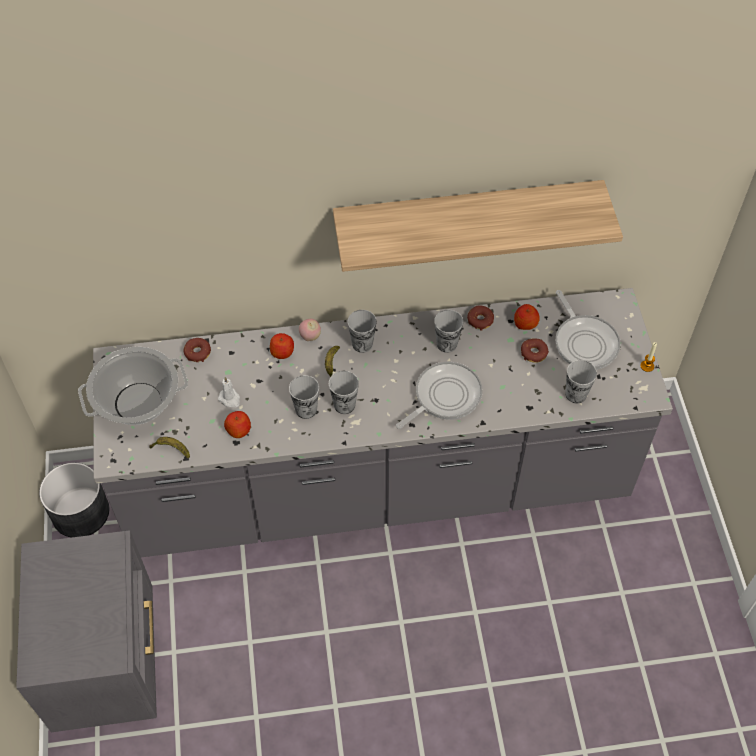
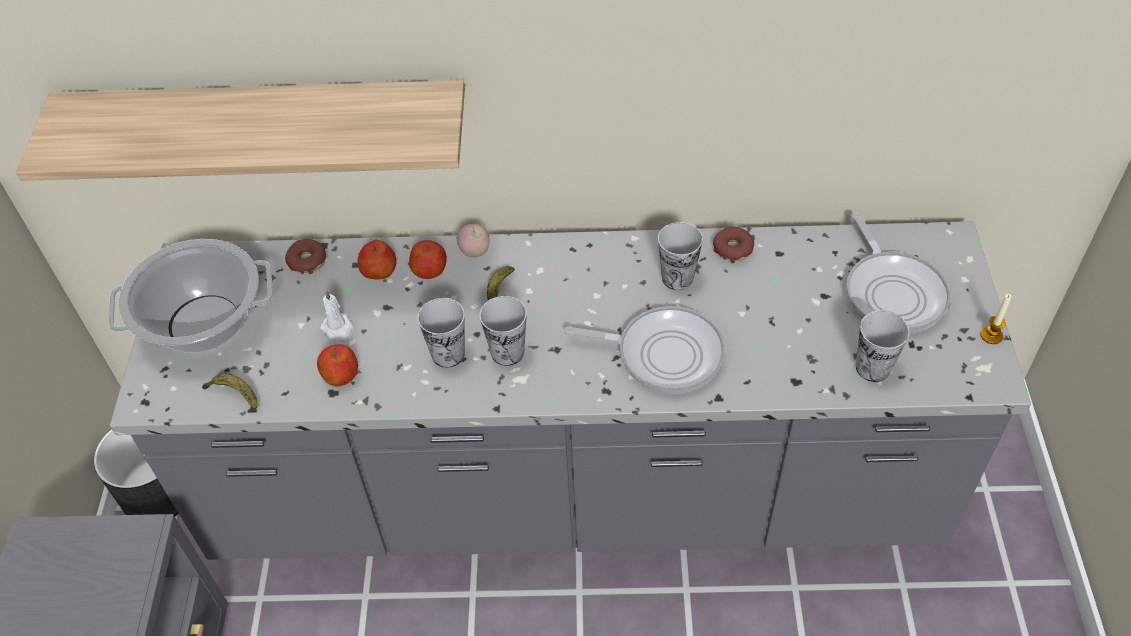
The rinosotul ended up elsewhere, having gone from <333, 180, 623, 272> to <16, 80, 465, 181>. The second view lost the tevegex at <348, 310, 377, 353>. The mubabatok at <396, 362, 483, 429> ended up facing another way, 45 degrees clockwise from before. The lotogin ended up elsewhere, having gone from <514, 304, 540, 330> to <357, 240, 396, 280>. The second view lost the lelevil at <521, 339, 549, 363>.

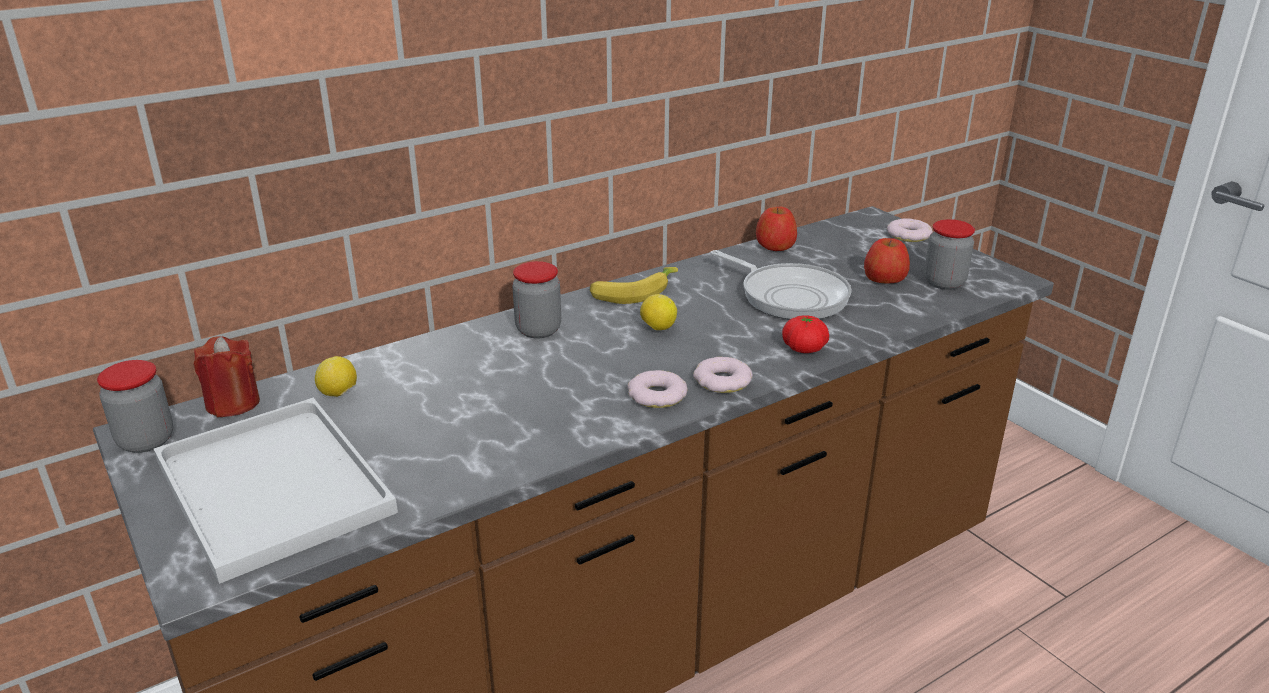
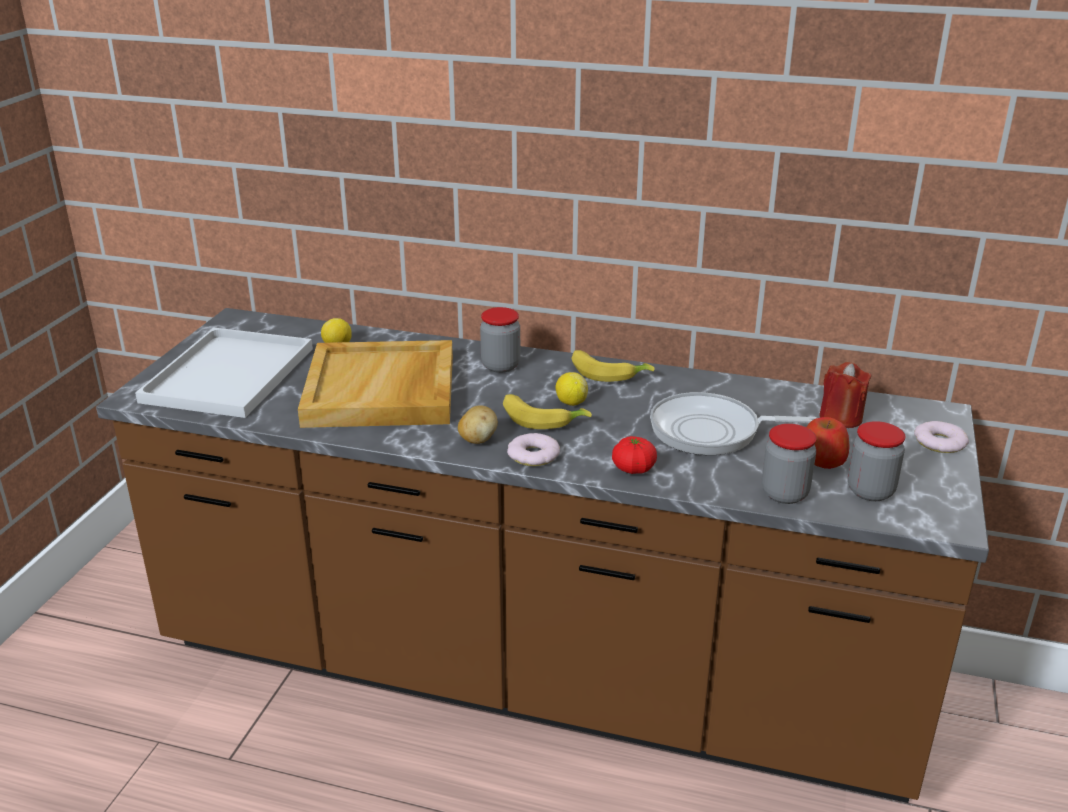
The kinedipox ended up elsewhere, having gone from <97, 360, 173, 453> to <762, 424, 817, 504>. The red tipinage ended up elsewhere, having gone from <194, 336, 260, 417> to <819, 362, 872, 428>. Where the lelevil stood at <627, 370, 688, 408>, the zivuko came to stand at <458, 405, 498, 444>. The mubabatok at <710, 250, 852, 319> ended up facing another way, 90 degrees clockwise from before. The second view lost the lotogin at <756, 207, 797, 251>. The second view gained the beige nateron at <298, 340, 453, 428>. The second view gained the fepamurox at <503, 394, 592, 429>.

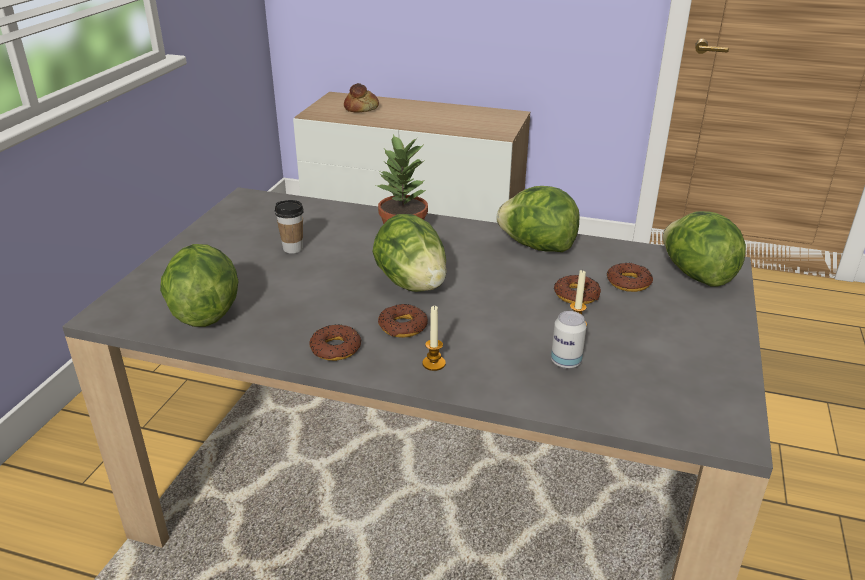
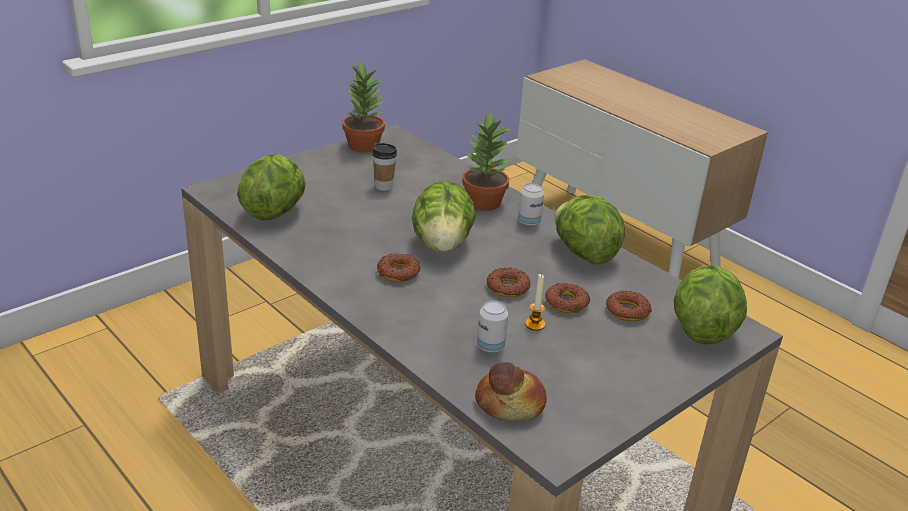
The lelevil ended up elsewhere, having gone from <309, 324, 361, 361> to <487, 267, 530, 297>. The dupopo ended up elsewhere, having gone from <344, 83, 379, 113> to <475, 362, 547, 422>. The second view lost the tipinage at <422, 306, 446, 371>. The second view gained the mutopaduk at <342, 61, 385, 153>. The second view gained the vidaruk at <518, 183, 544, 227>.

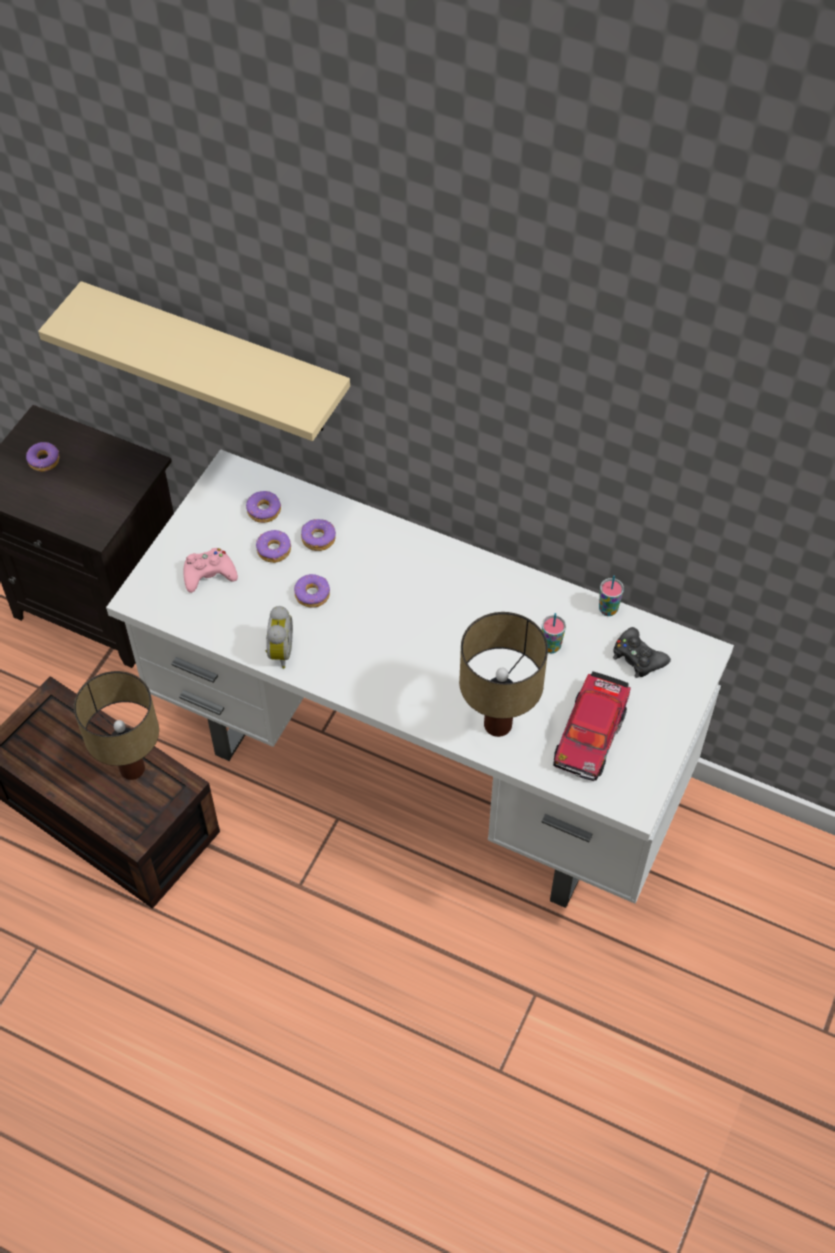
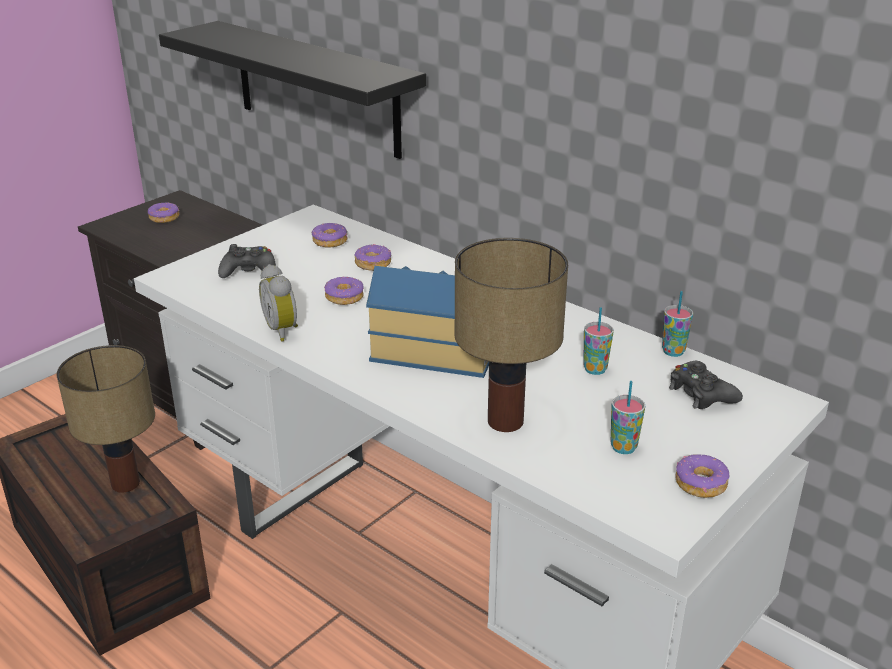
What was the beige rinosotul at <38, 281, 350, 441> turned into the black rinosotul at <159, 21, 426, 159>. What was the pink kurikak at <184, 548, 238, 593> turned into the black kurikak at <218, 244, 276, 278>. The lelevil ended up elsewhere, having gone from <256, 530, 291, 563> to <675, 454, 730, 498>. The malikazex at <266, 606, 293, 669> ended up facing another way, 135 degrees clockwise from before. Where the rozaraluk stood at <553, 672, 631, 781>, the tevegex came to stand at <611, 381, 645, 454>. The second view gained the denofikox at <366, 266, 489, 378>.

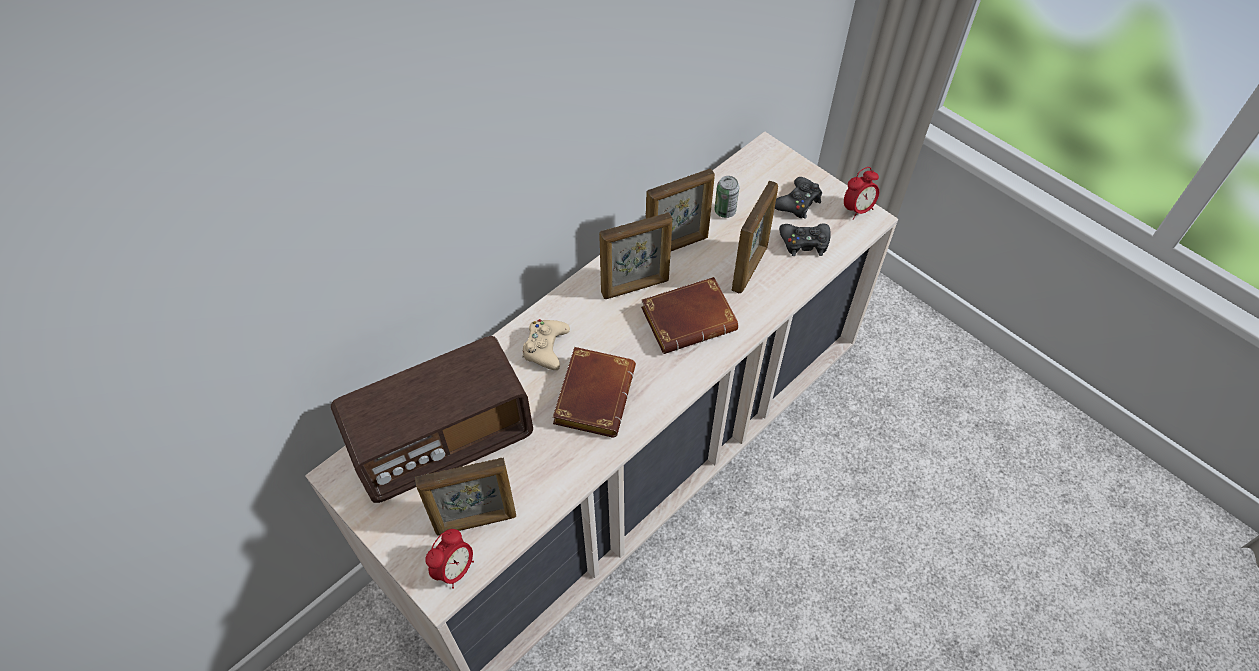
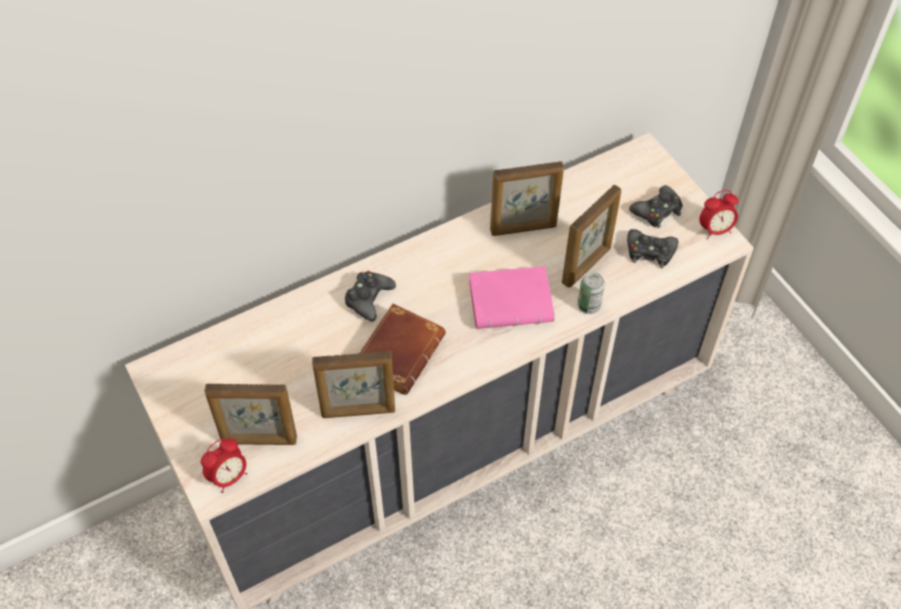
The second view lost the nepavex at <331, 336, 533, 503>. What was the beige kurikak at <522, 319, 570, 370> turned into the black kurikak at <345, 271, 396, 322>. The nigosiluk ended up elsewhere, having gone from <599, 213, 672, 299> to <312, 351, 395, 418>. What was the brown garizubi at <641, 277, 738, 354> turned into the pink garizubi at <469, 266, 554, 329>. The vidaruk ended up elsewhere, having gone from <714, 176, 739, 218> to <578, 272, 605, 314>.

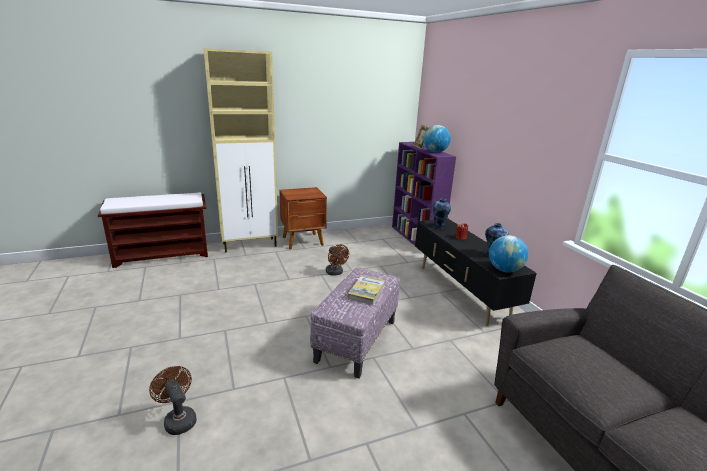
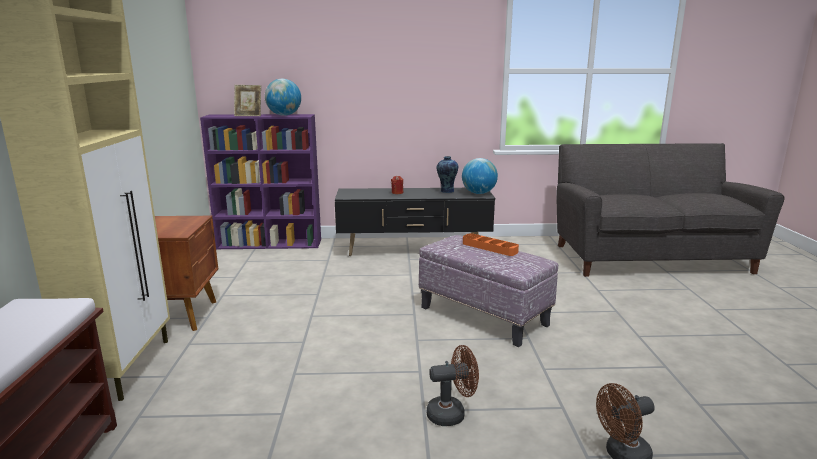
The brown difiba ended up elsewhere, having gone from <326, 244, 349, 276> to <427, 345, 479, 426>. Where the garizubi stood at <348, 275, 385, 304>, the orange nateron came to stand at <463, 233, 519, 256>. The second view lost the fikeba at <433, 198, 451, 229>.

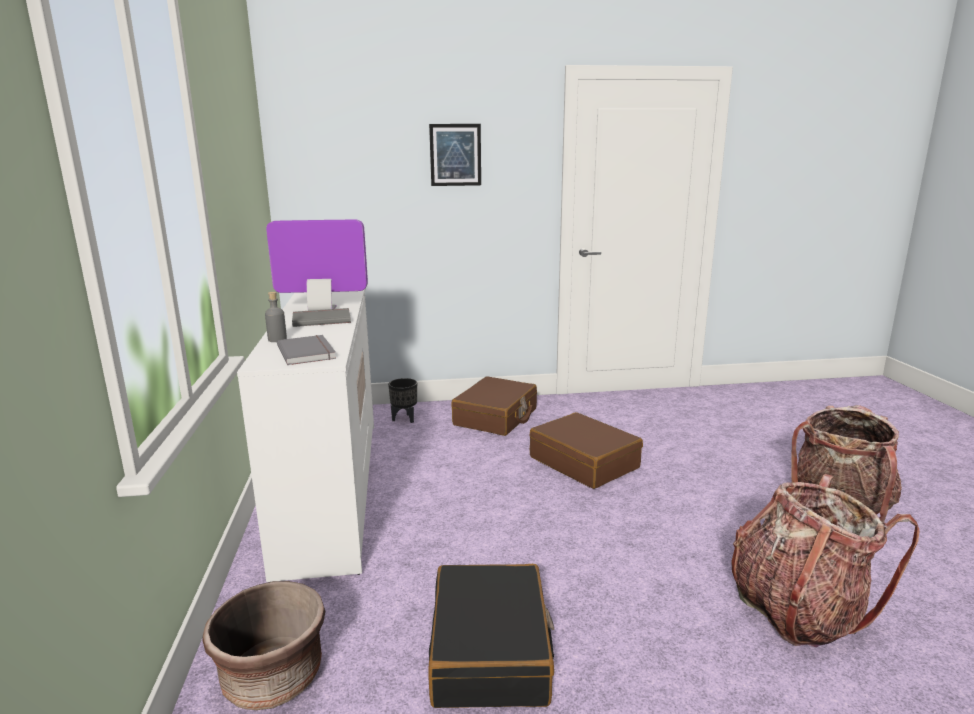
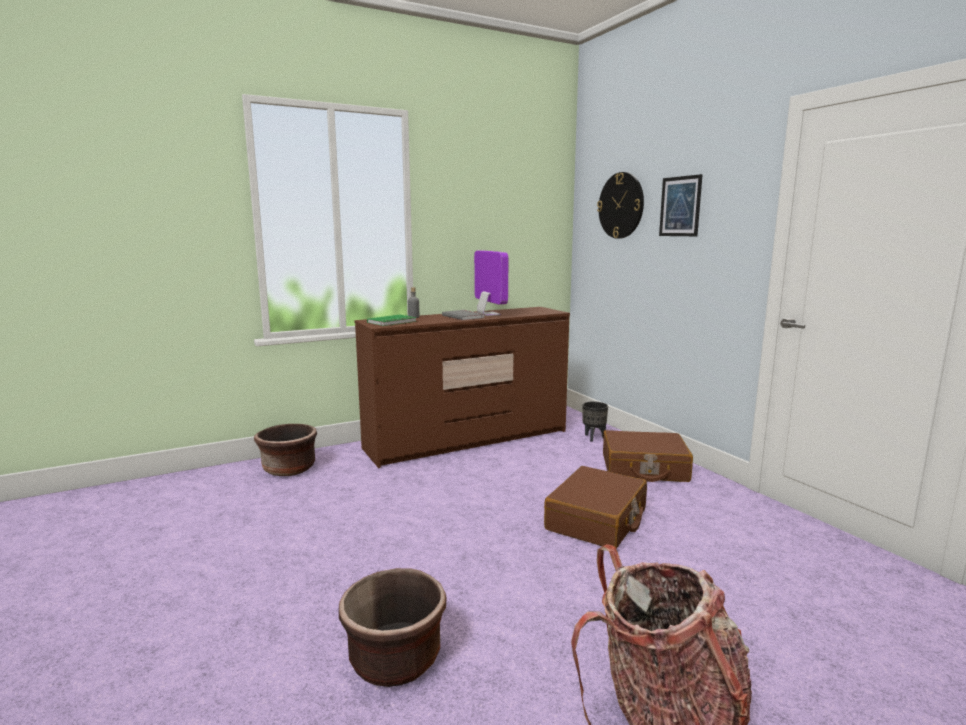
What was the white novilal at <237, 289, 374, 582> turned into the brown novilal at <354, 307, 570, 468>. What was the grey garizubi at <277, 335, 336, 365> turned into the green garizubi at <367, 315, 417, 326>. The second view lost the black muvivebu at <428, 564, 554, 708>. Where the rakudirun stood at <731, 474, 920, 648>, the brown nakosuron came to stand at <339, 568, 446, 687>. The second view gained the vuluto at <597, 172, 644, 239>.

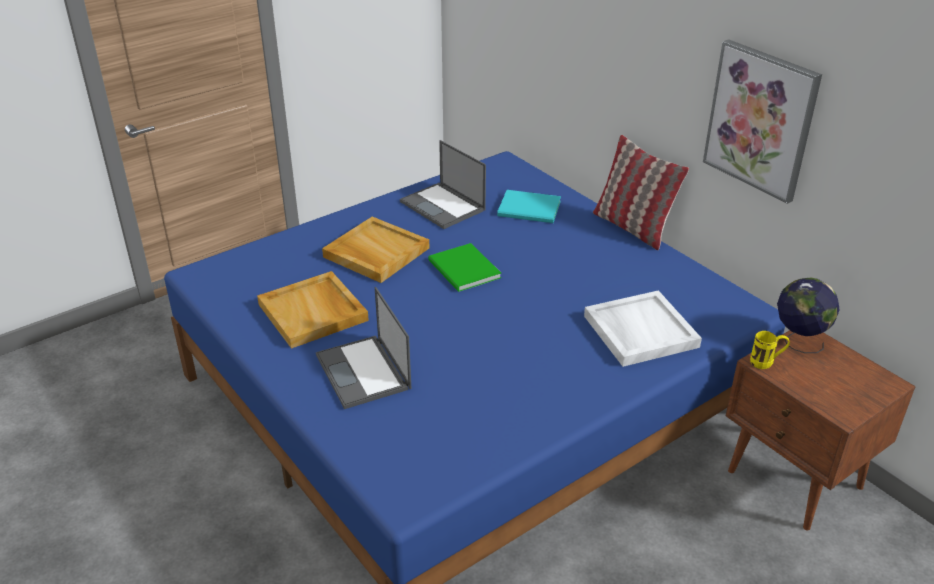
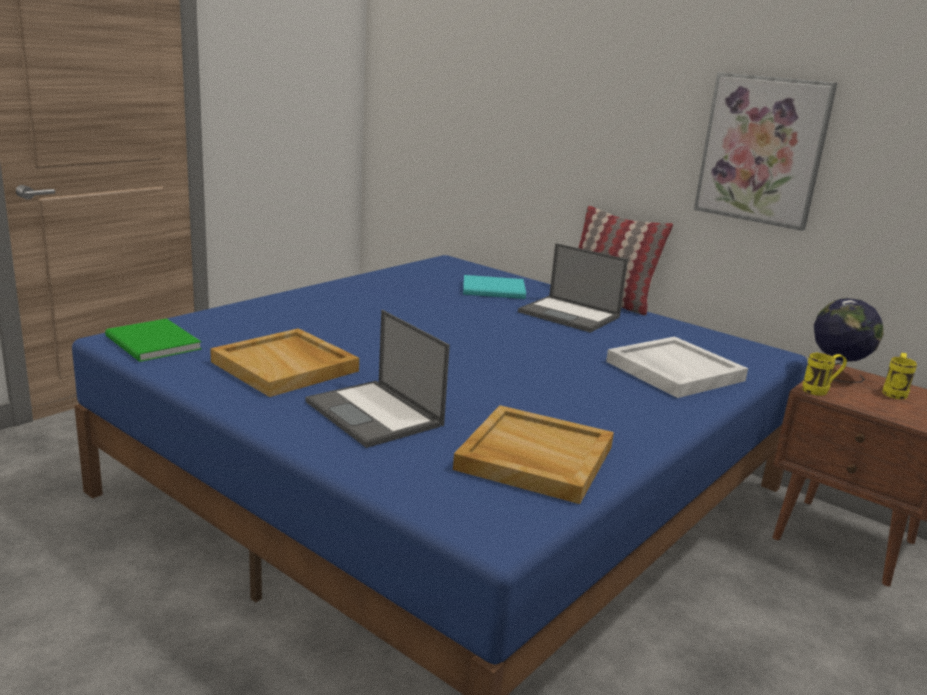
The beige nateron ended up elsewhere, having gone from <322, 217, 429, 283> to <453, 405, 614, 504>. The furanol ended up elsewhere, having gone from <400, 140, 486, 229> to <518, 243, 628, 333>. The green garizubi ended up elsewhere, having gone from <428, 243, 501, 292> to <105, 319, 202, 362>. The second view gained the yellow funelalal at <882, 353, 917, 399>.

